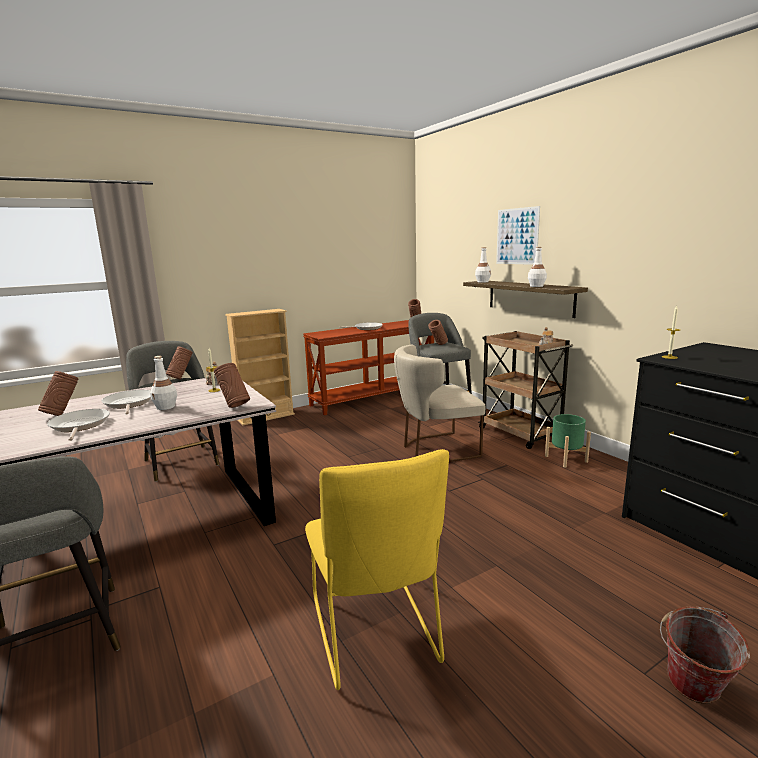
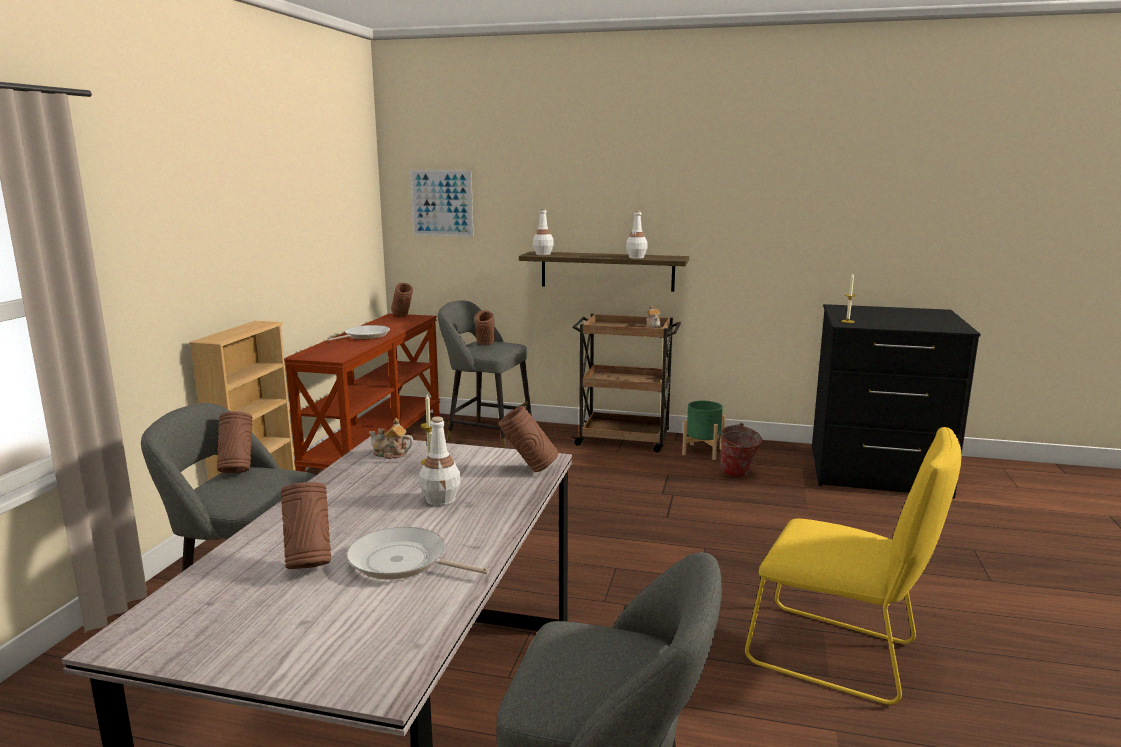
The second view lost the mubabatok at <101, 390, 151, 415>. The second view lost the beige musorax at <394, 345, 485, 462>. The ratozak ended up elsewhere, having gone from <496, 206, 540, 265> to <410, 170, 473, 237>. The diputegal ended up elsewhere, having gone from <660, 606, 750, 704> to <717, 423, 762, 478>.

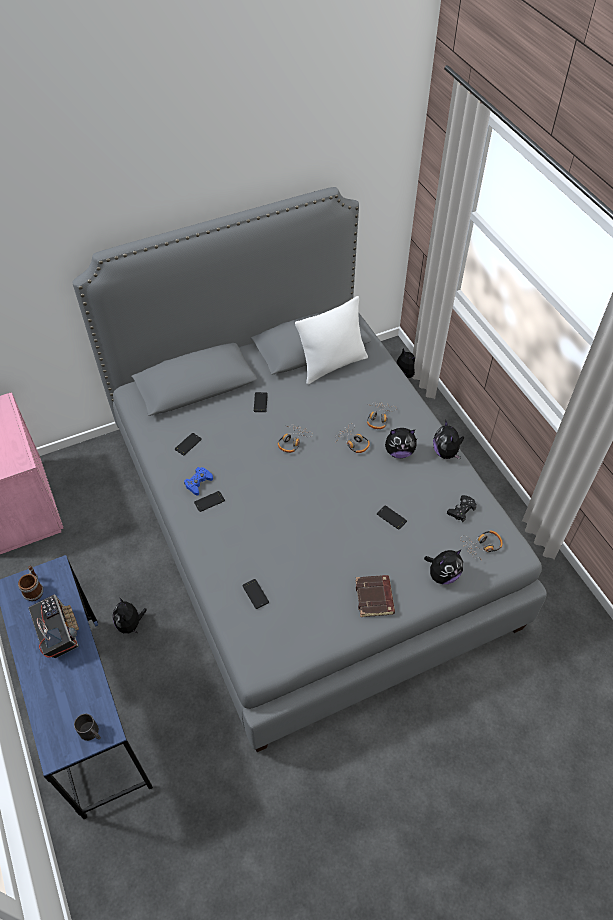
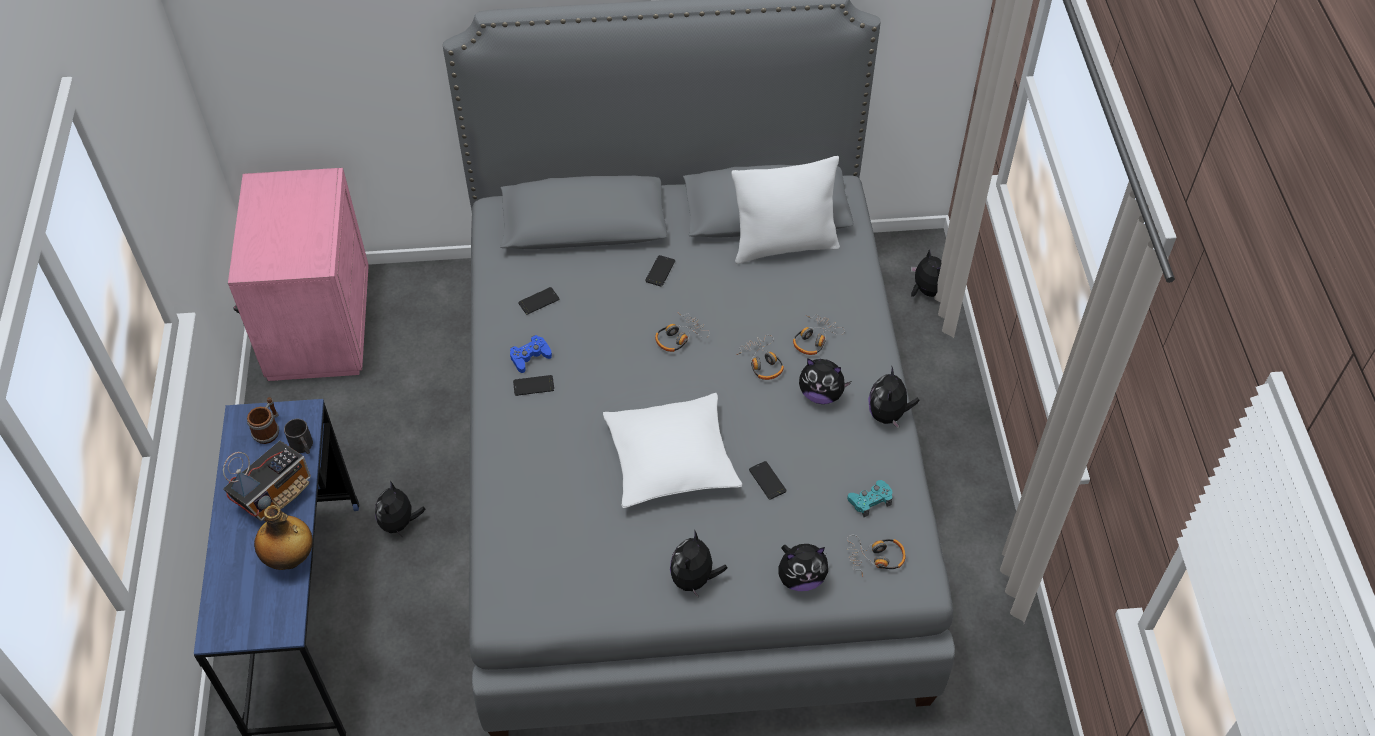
The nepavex at <29, 595, 79, 658> ended up facing another way, 45 degrees clockwise from before. The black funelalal ended up elsewhere, having gone from <74, 714, 101, 741> to <284, 419, 313, 454>. The second view lost the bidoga at <242, 579, 269, 609>. Where the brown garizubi stood at <356, 575, 395, 617>, the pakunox came to stand at <670, 531, 728, 598>. What was the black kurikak at <447, 495, 477, 522> turned into the turquoise kurikak at <847, 480, 892, 517>. The second view gained the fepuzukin at <254, 505, 313, 570>. The second view gained the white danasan at <603, 393, 742, 508>.

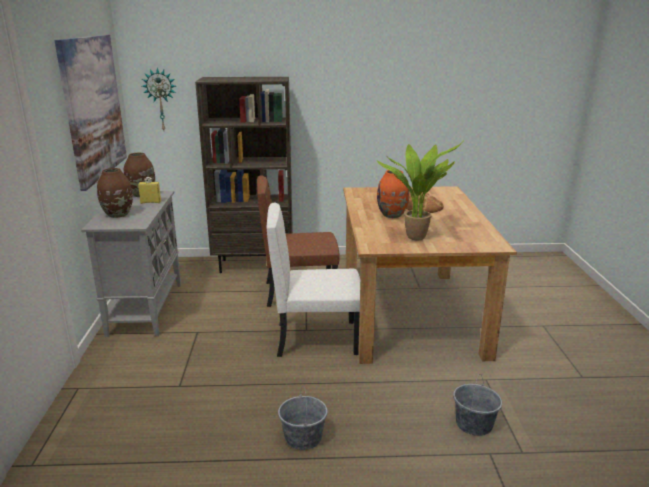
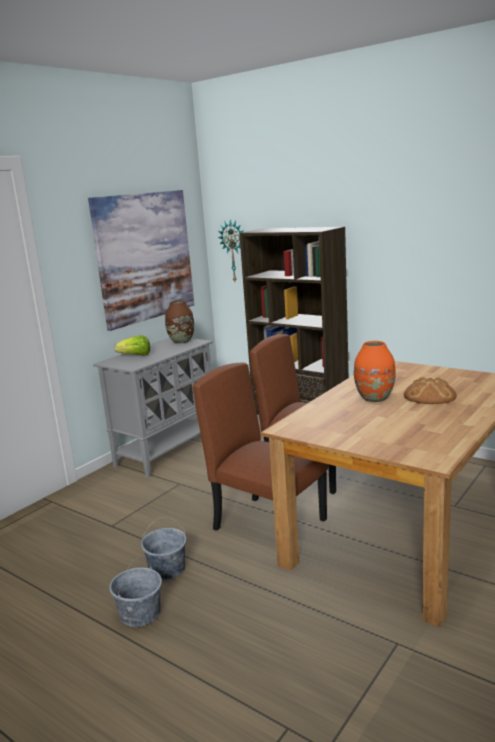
Where the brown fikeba stood at <97, 168, 133, 218>, the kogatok came to stand at <115, 335, 150, 356>. The second view lost the yellow fepuzukin at <138, 177, 161, 204>. What was the white musorax at <267, 203, 360, 357> turned into the brown musorax at <193, 363, 328, 531>. The second view lost the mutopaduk at <377, 143, 462, 240>. The grey diputegal ended up elsewhere, having gone from <453, 374, 502, 436> to <141, 517, 186, 580>.

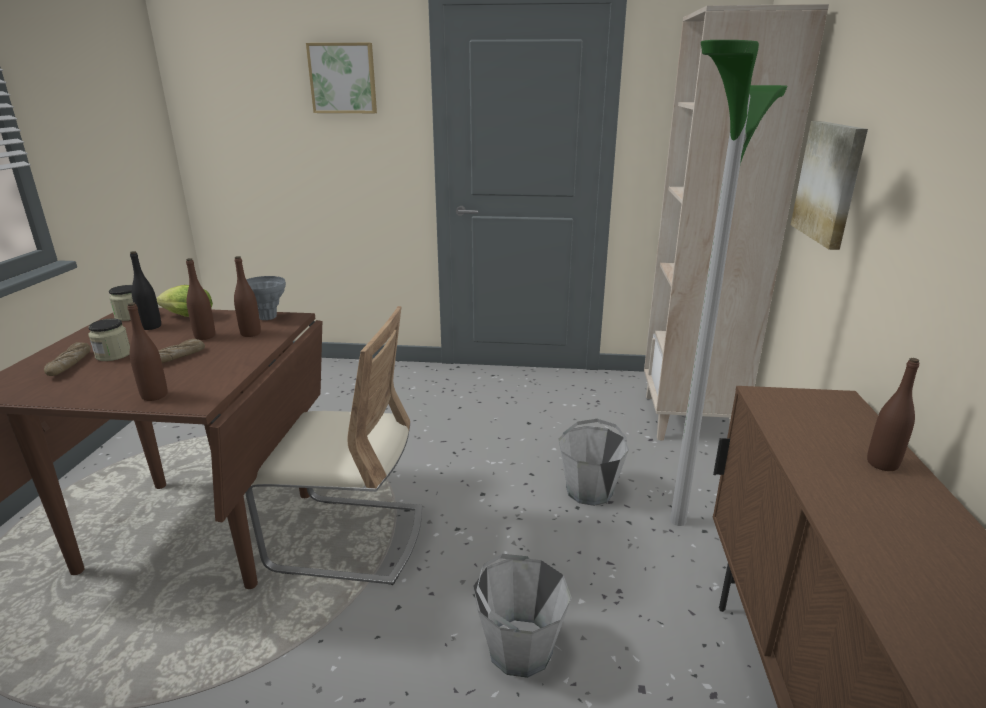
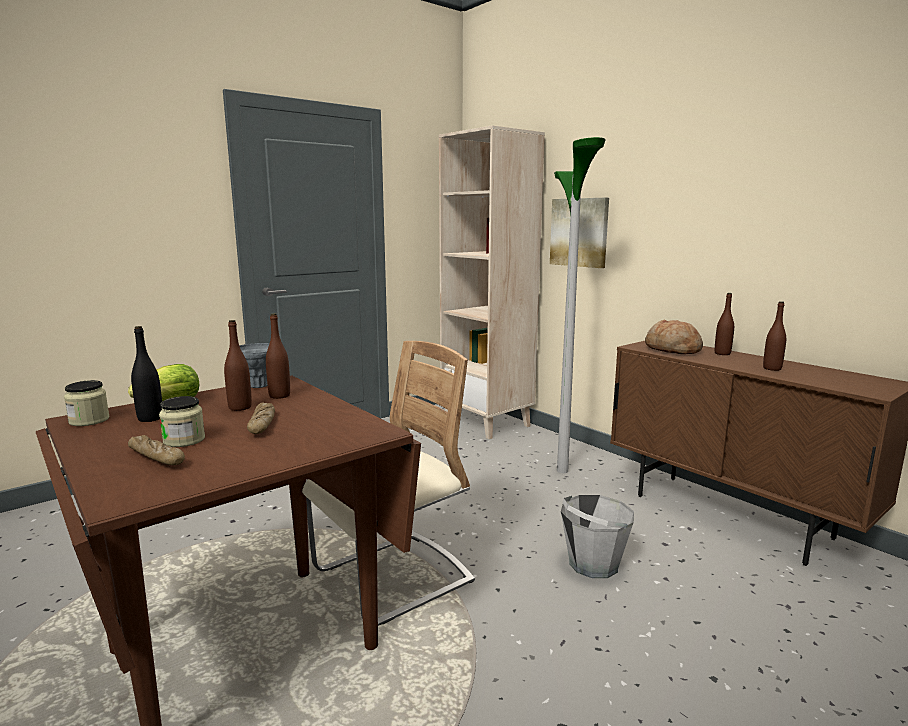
The brown fepuzukin ended up elsewhere, having gone from <127, 302, 168, 401> to <763, 301, 786, 371>. The second view lost the ratozak at <306, 43, 377, 113>. The second view lost the grey diputegal at <558, 419, 629, 506>. The second view gained the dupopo at <645, 320, 703, 354>.

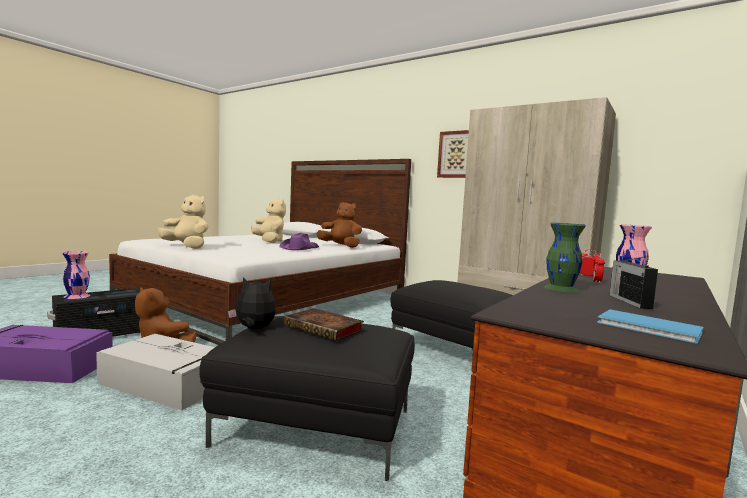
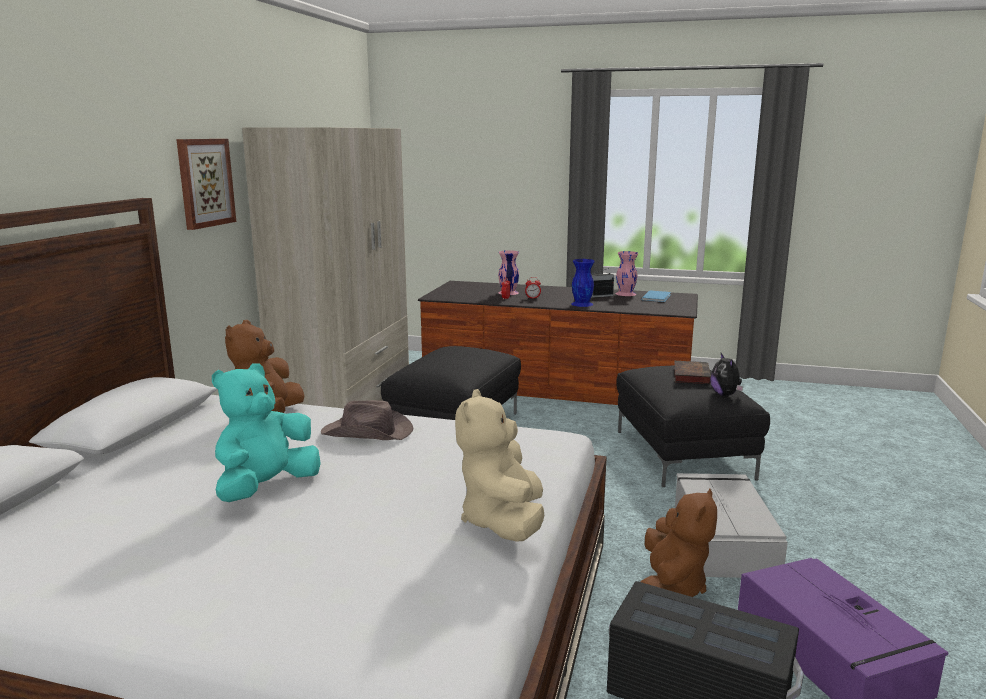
The pink fikeba ended up elsewhere, having gone from <62, 251, 90, 299> to <616, 251, 638, 296>. What was the beige pakunox at <251, 198, 286, 243> turned into the turquoise pakunox at <212, 363, 321, 502>. What was the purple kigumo at <280, 233, 319, 250> turned into the brown kigumo at <321, 400, 414, 440>. What was the green fikeba at <544, 223, 586, 292> turned into the blue fikeba at <571, 259, 595, 307>.

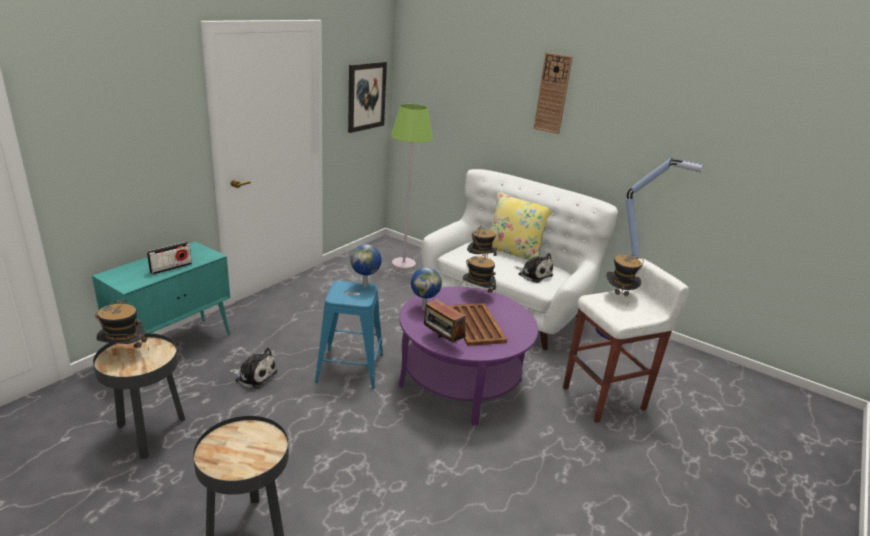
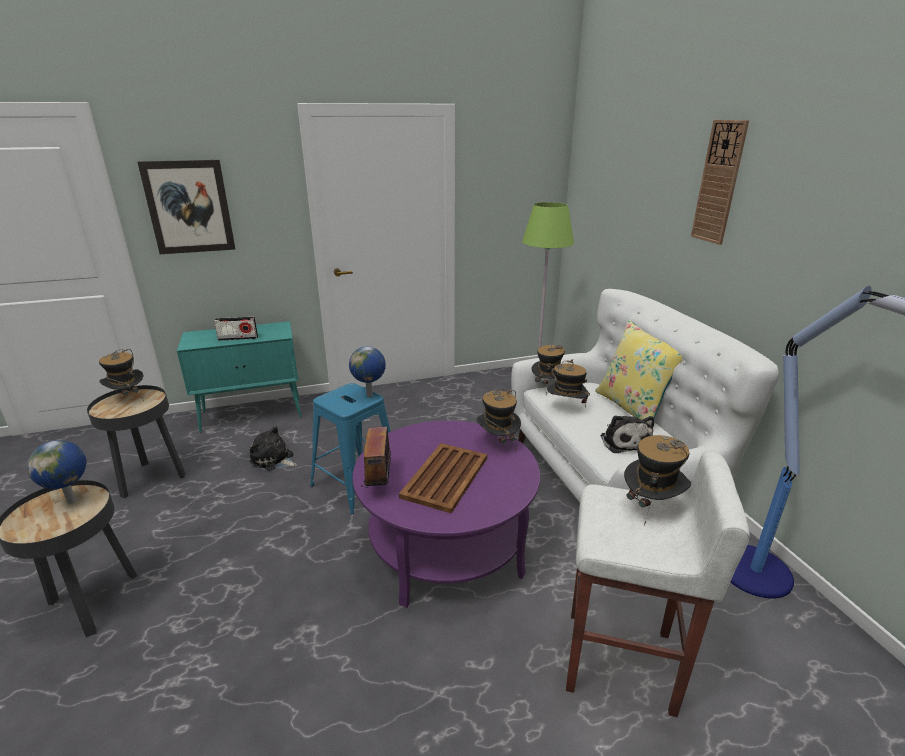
The pakunox at <229, 348, 277, 389> ended up facing another way, 150 degrees clockwise from before. The ratozak ended up elsewhere, having gone from <348, 62, 387, 133> to <138, 160, 235, 254>. The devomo ended up elsewhere, having gone from <411, 267, 442, 310> to <27, 440, 86, 504>. The second view gained the kigumo at <532, 345, 565, 395>.

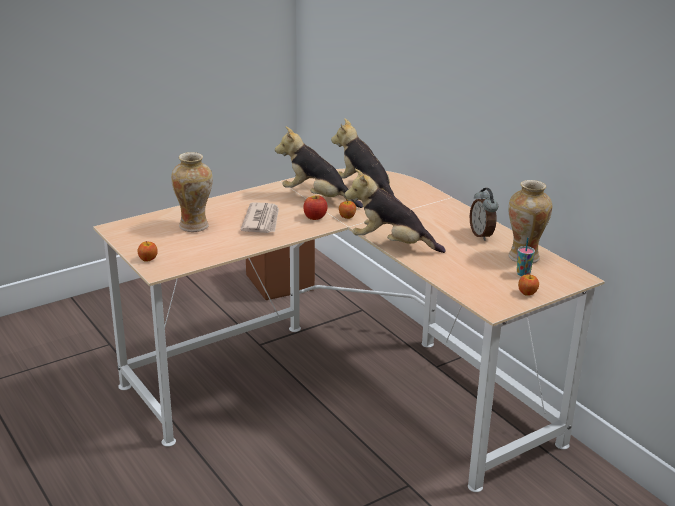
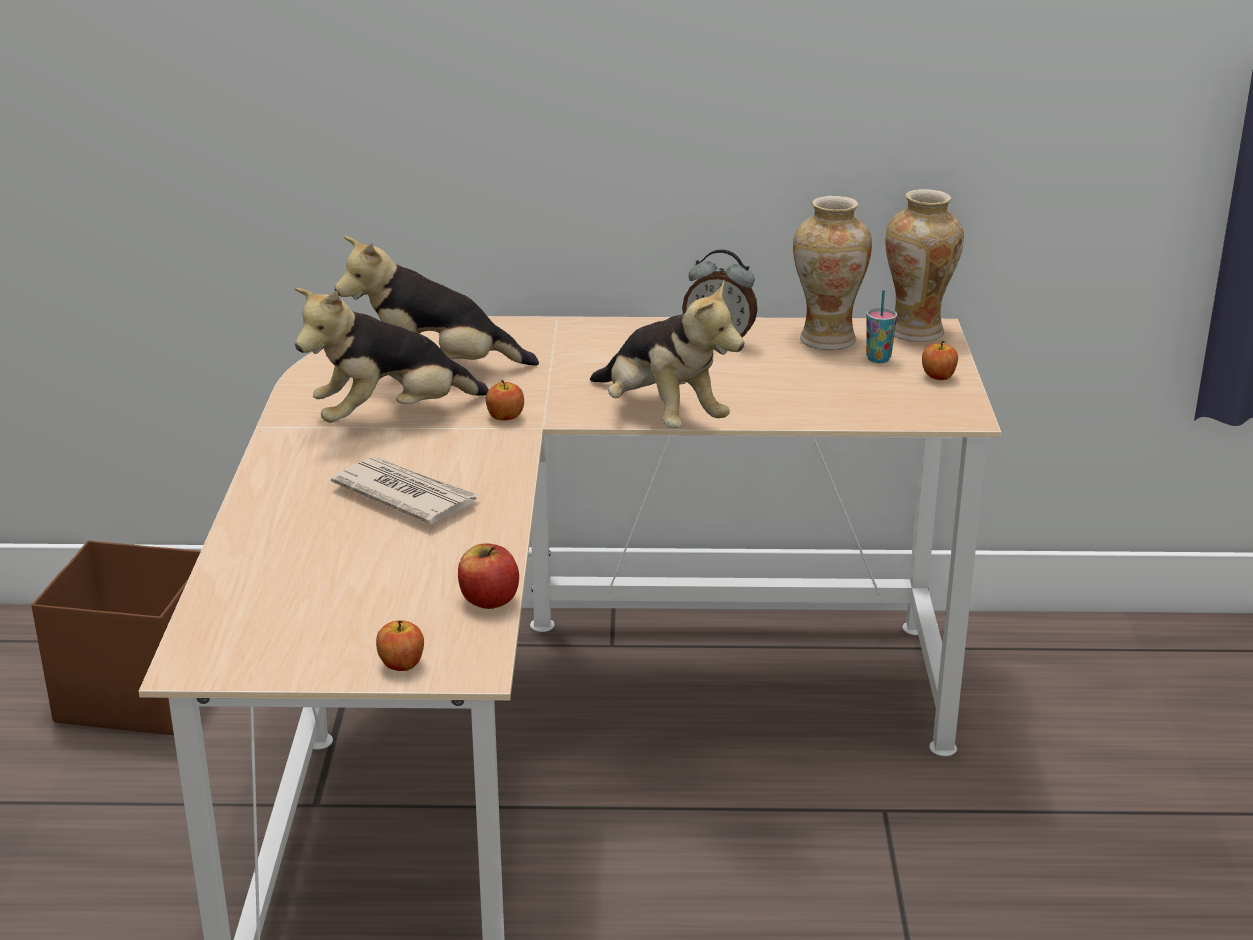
The fikeba ended up elsewhere, having gone from <171, 152, 213, 232> to <885, 189, 964, 342>. The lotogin ended up elsewhere, having gone from <303, 195, 328, 220> to <458, 543, 519, 609>. The pakunox at <345, 169, 446, 253> ended up facing another way, 90 degrees counterclockwise from before.

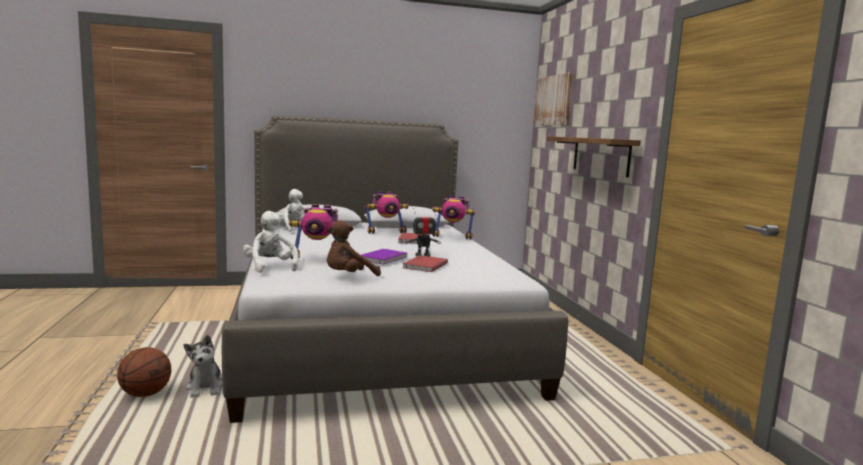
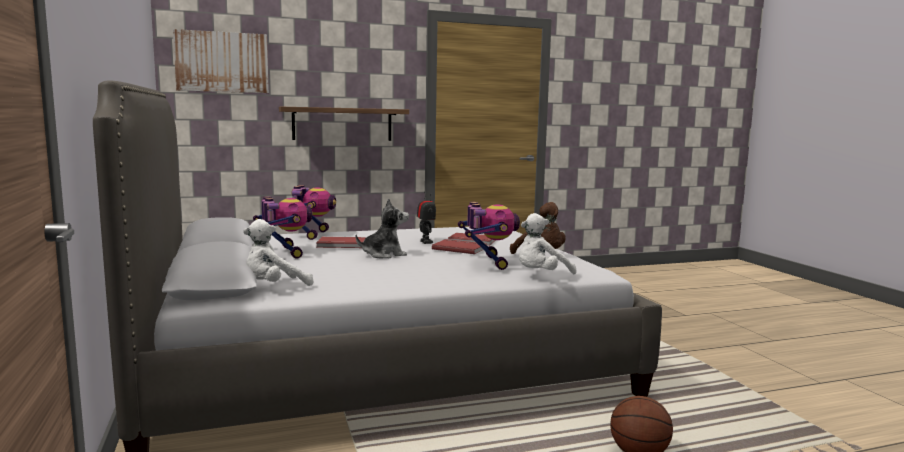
The pakunox ended up elsewhere, having gone from <184, 335, 223, 398> to <356, 198, 409, 258>. What was the purple garizubi at <362, 249, 407, 265> turned into the red garizubi at <432, 239, 487, 254>.

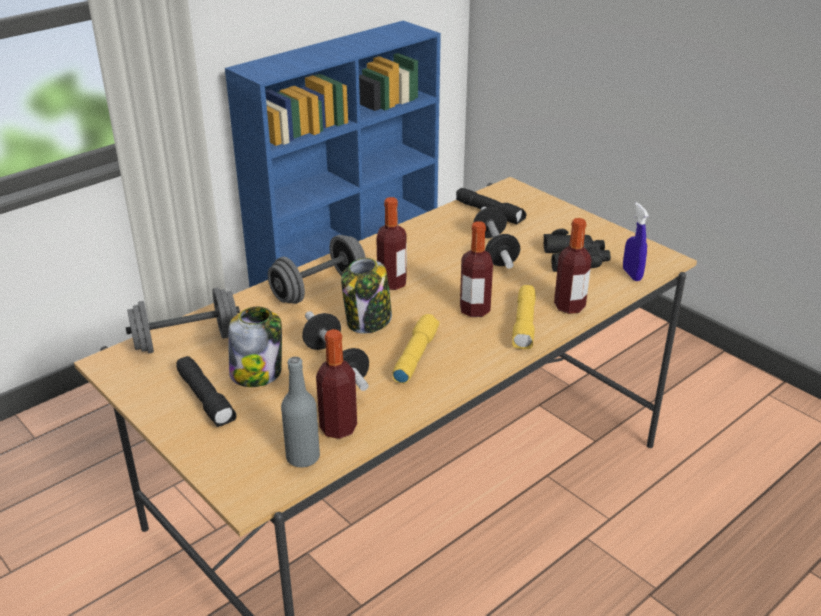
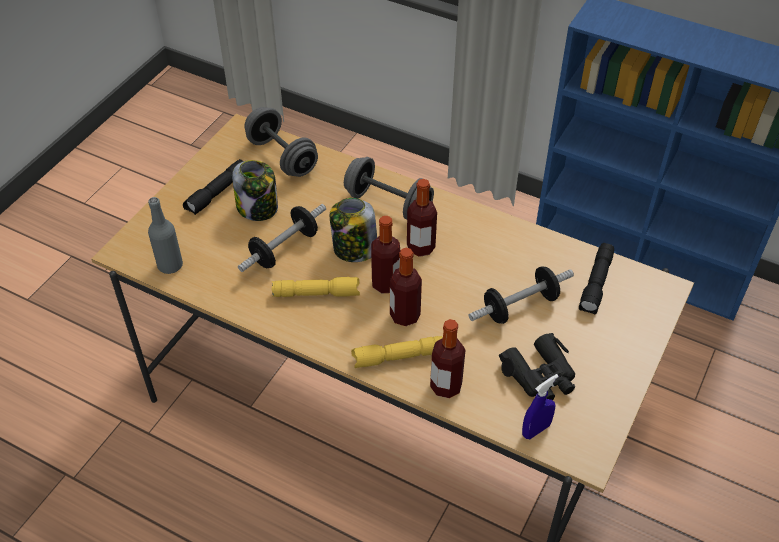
The fepuzukin ended up elsewhere, having gone from <316, 329, 357, 439> to <371, 216, 401, 293>.

